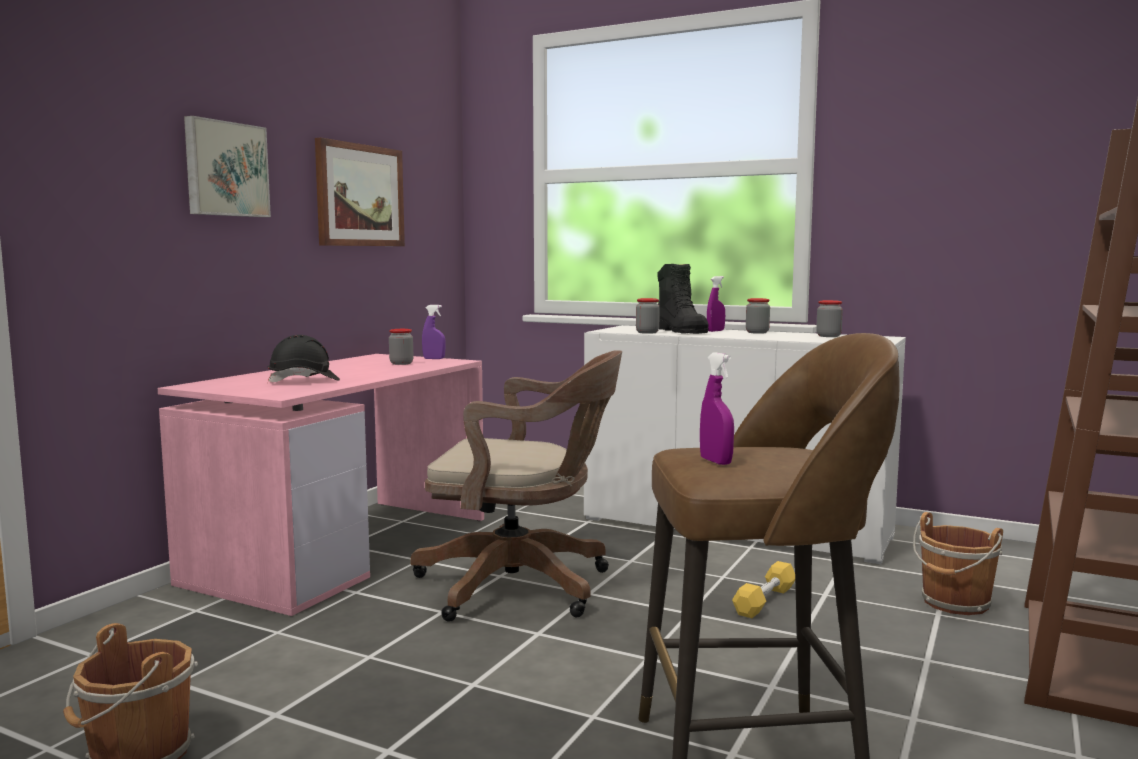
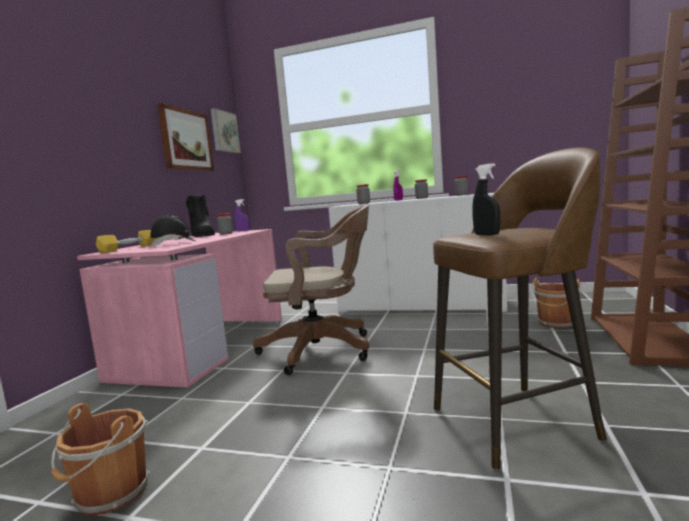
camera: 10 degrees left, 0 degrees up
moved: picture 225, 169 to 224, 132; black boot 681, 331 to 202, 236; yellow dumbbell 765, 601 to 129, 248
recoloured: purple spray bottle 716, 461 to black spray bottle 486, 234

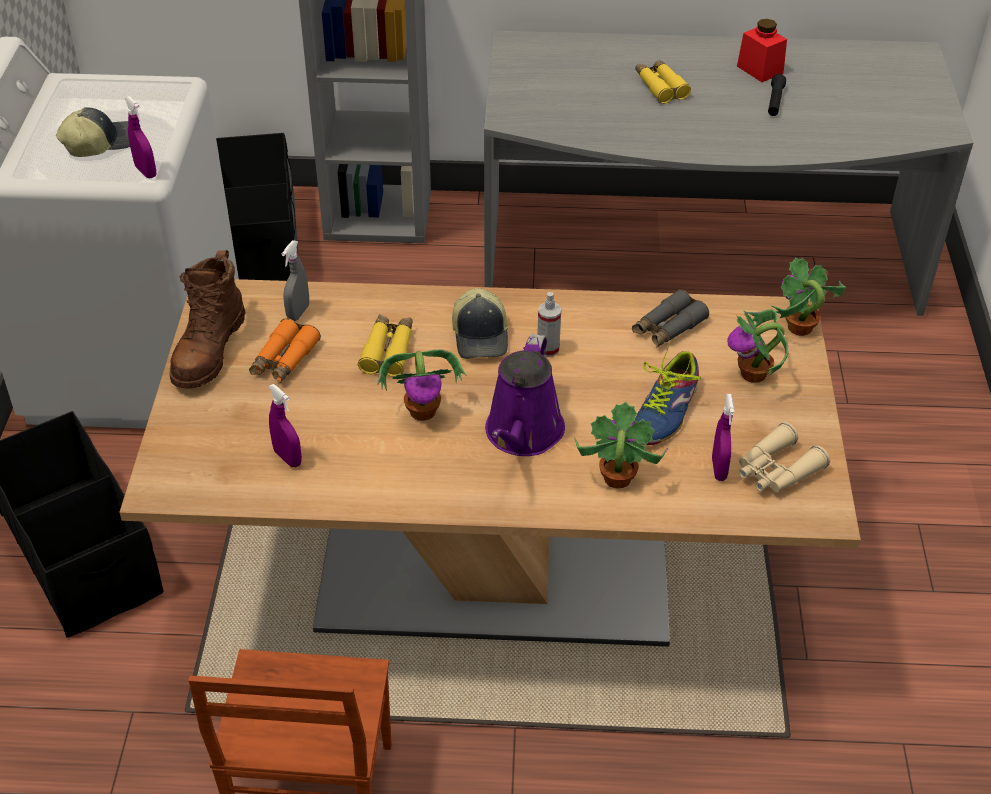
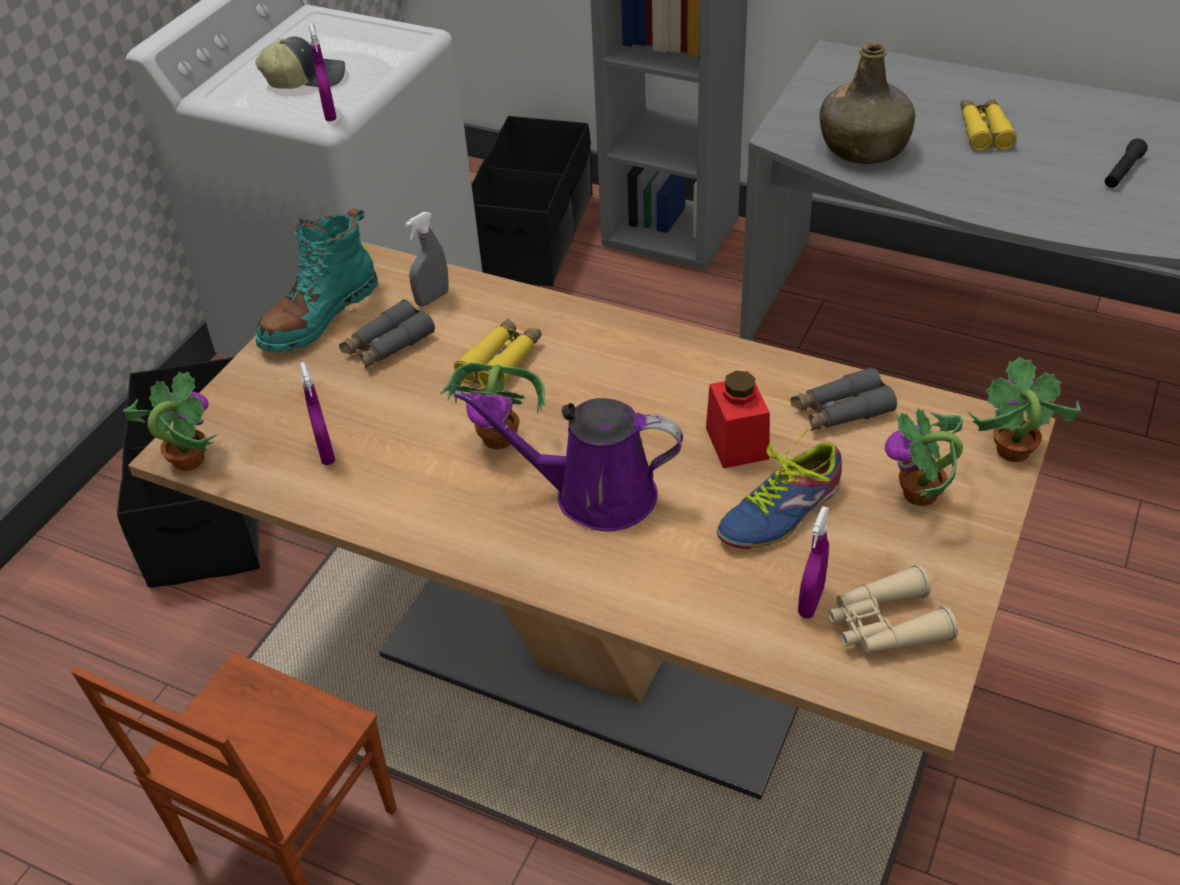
camera: 25 degrees right, 0 degrees up
removed: cap 481, 336; spray bottle 548, 349
added: green bottle 864, 147
moved: red jar 760, 69 to 737, 443; potted plant 616, 478 to 187, 459
recoloured: brown boot 209, 349 to turquoise boot 319, 316; orange binoculars 284, 360 to grey binoculars 387, 345
turned: purple watering can 522, 434 = 594, 494 60 degrees clockwise

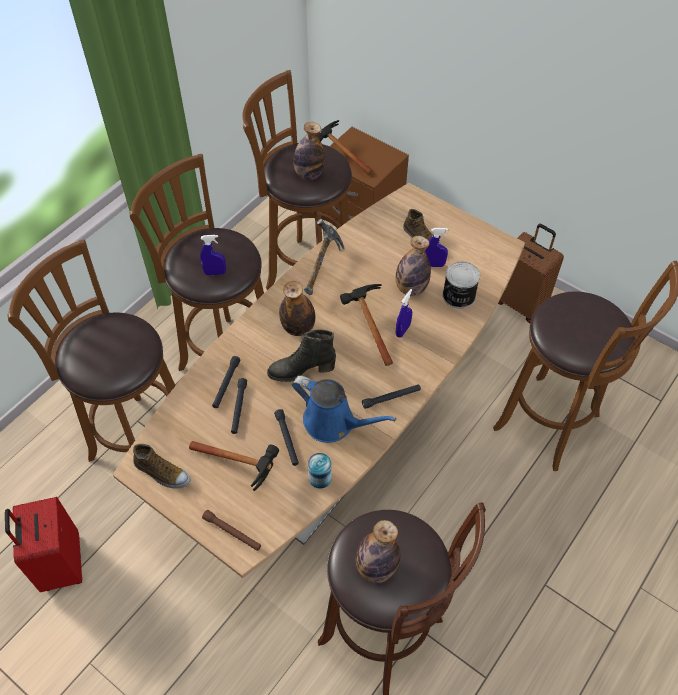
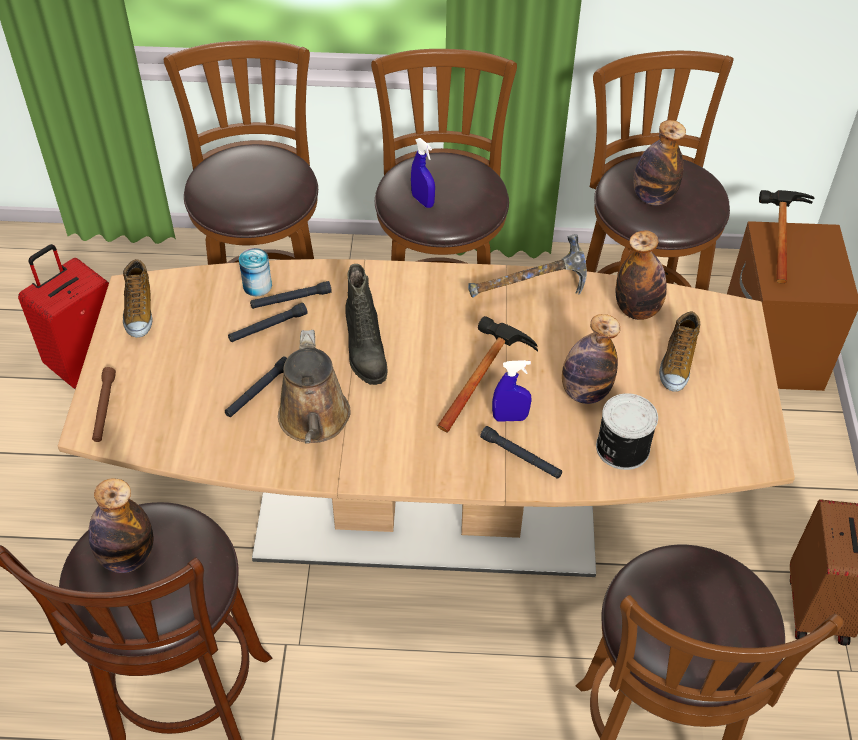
camera: 55 degrees right, 5 degrees down
removed: blue spray bottle 434, 265; hammer 243, 467
moved: bottle 298, 328 to 637, 310; black flashlight 391, 398 to 521, 457; can 320, 477 to 257, 286
recoloured: blue watering can 333, 423 to brown watering can 314, 421
turned: black boot 301, 370 = 364, 353 150 degrees counterclockwise

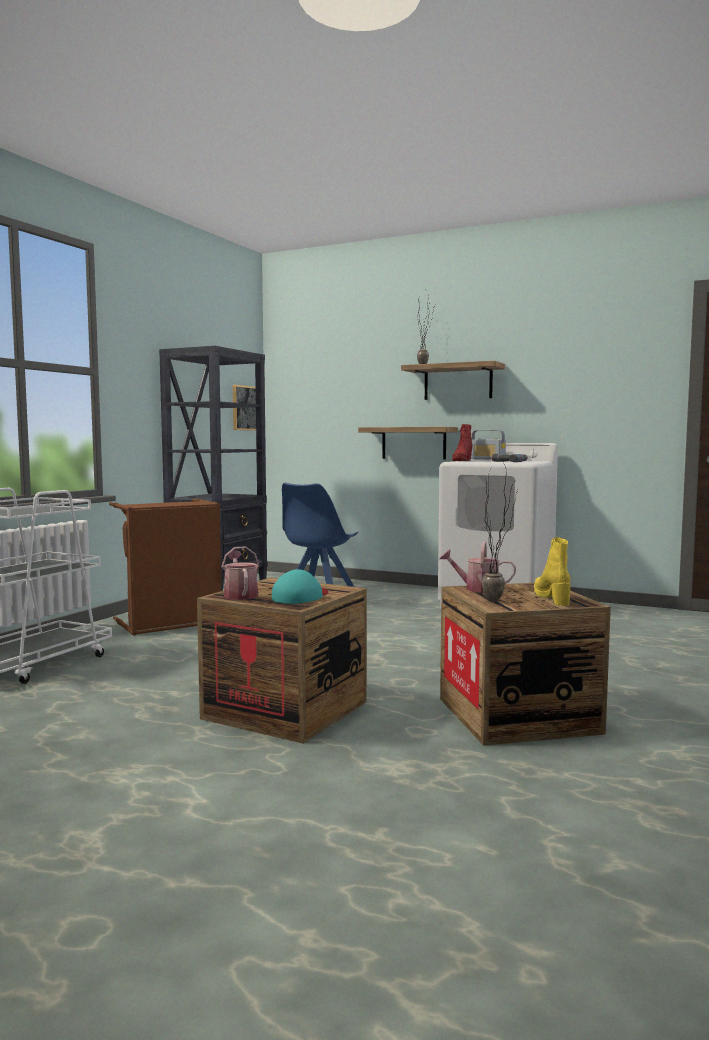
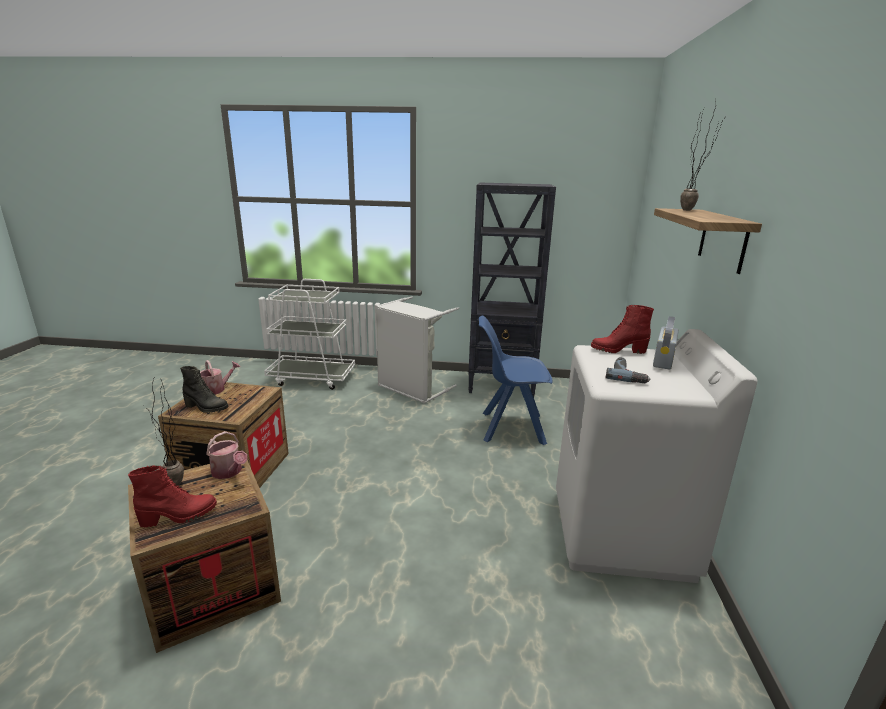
camera: 70 degrees right, 15 degrees up
removed: picture 245, 408; shelf 413, 443
replaced: turquoise cap 301, 597 to black boot 206, 408
recoloured: brown laundry basket 170, 624 to grey laundry basket 411, 389; yellow boot 552, 598 to red boot 179, 516
turned: watering can 477, 589 = 229, 472 135 degrees clockwise

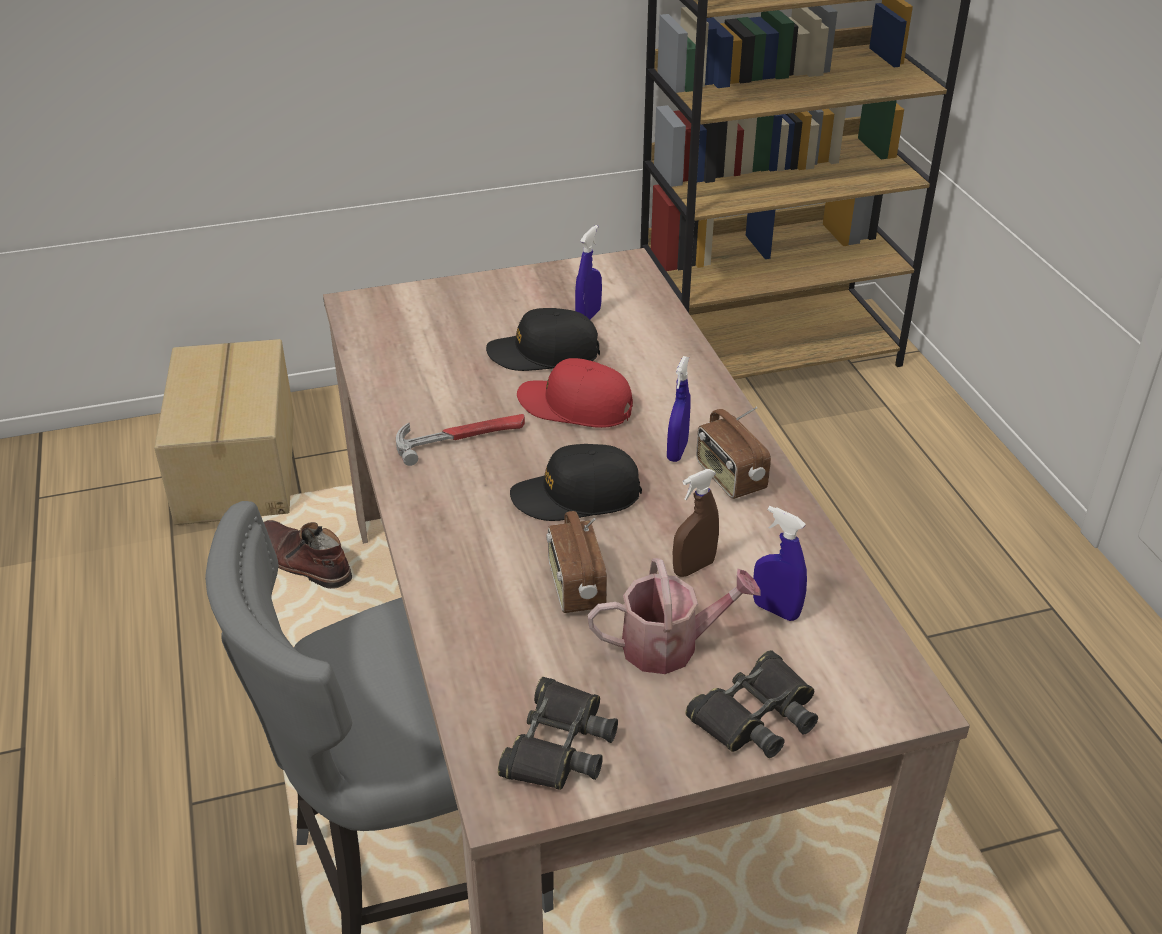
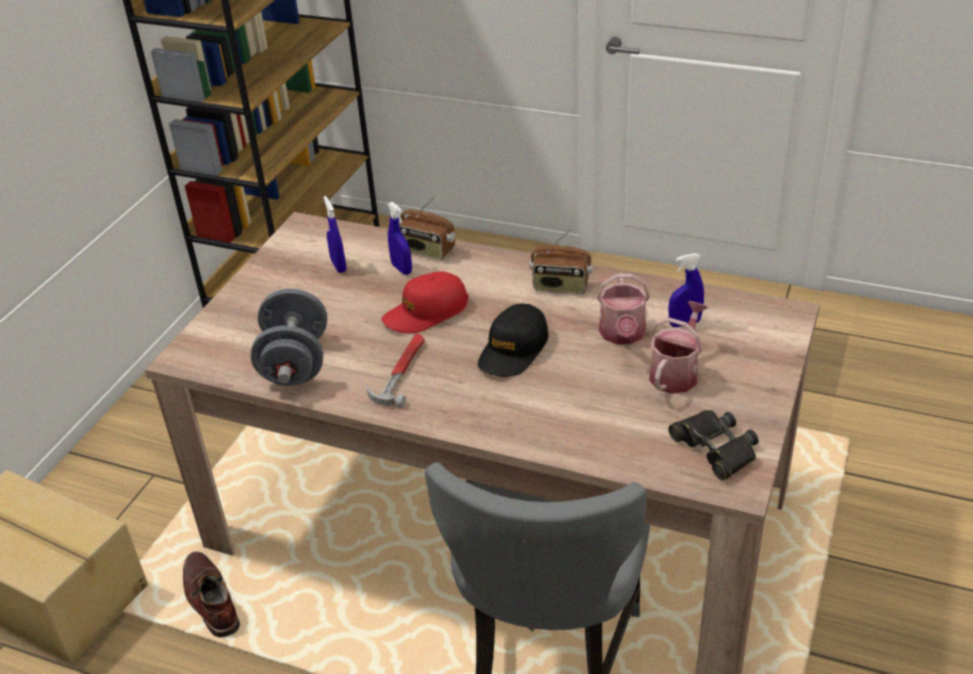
camera: 50 degrees left, 0 degrees up
removed: black cap 544, 354; black binoculars 755, 715
added: grey dumbbell 295, 363
moved: blue spray bottle 677, 451 to 401, 269; radio 575, 587 to 427, 251
replaced: brown spray bottle 693, 567 to watering can 622, 335
turned: brown boot 303, 562 = 210, 600 75 degrees clockwise

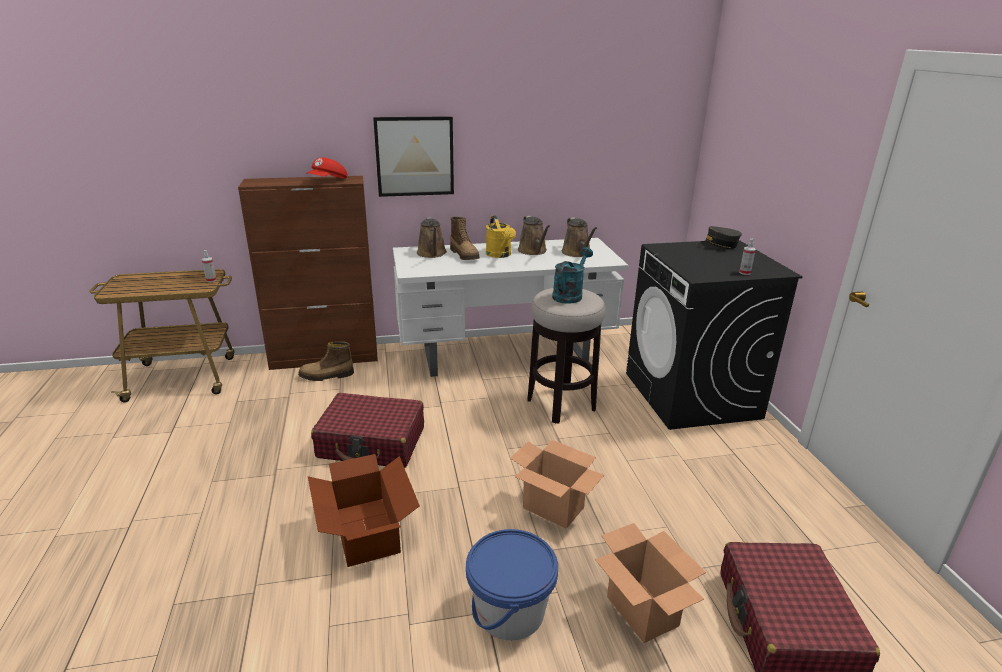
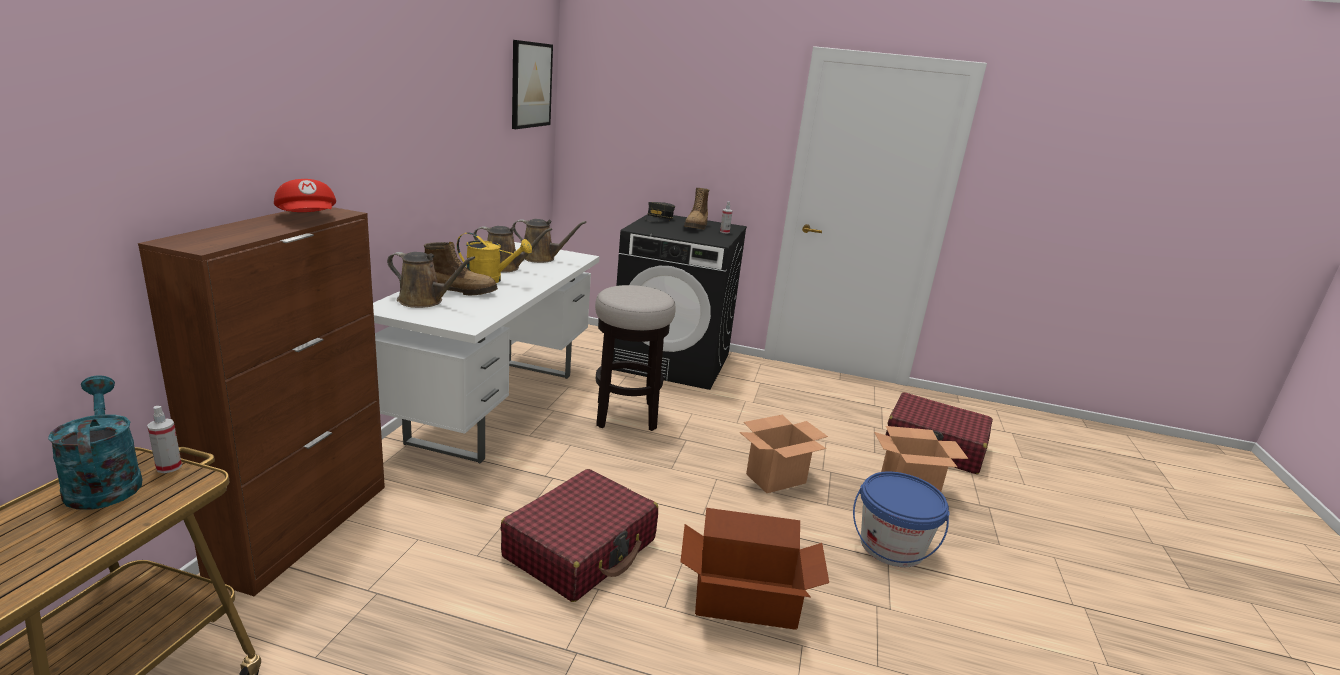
camera: 65 degrees left, 5 degrees down
moved: picture 414, 156 to 531, 85; turquoise watering can 569, 295 to 104, 482; boot 326, 376 to 696, 226

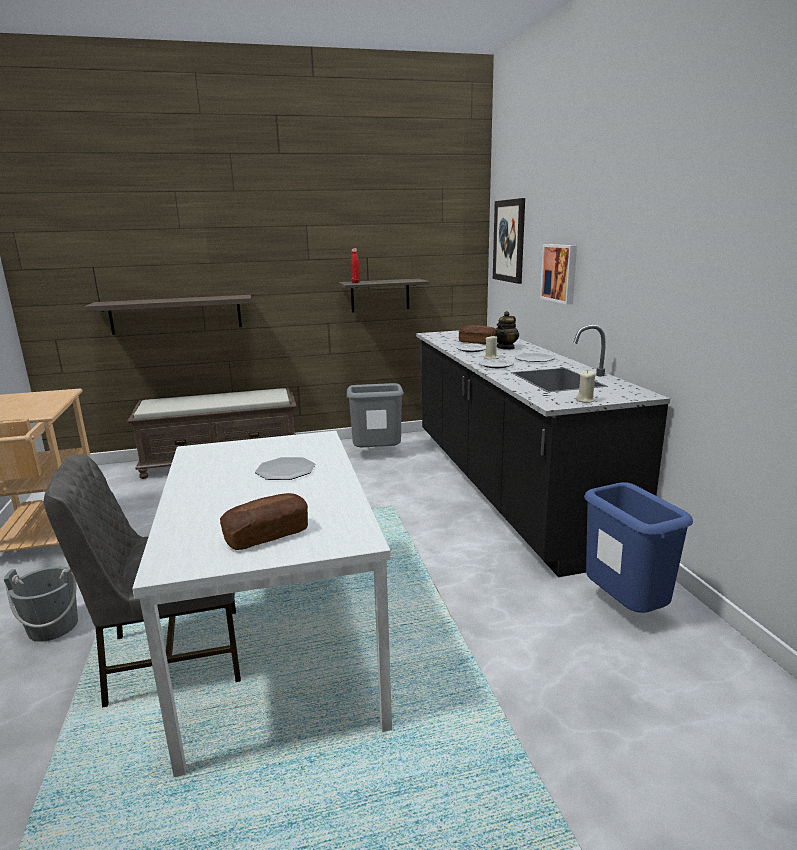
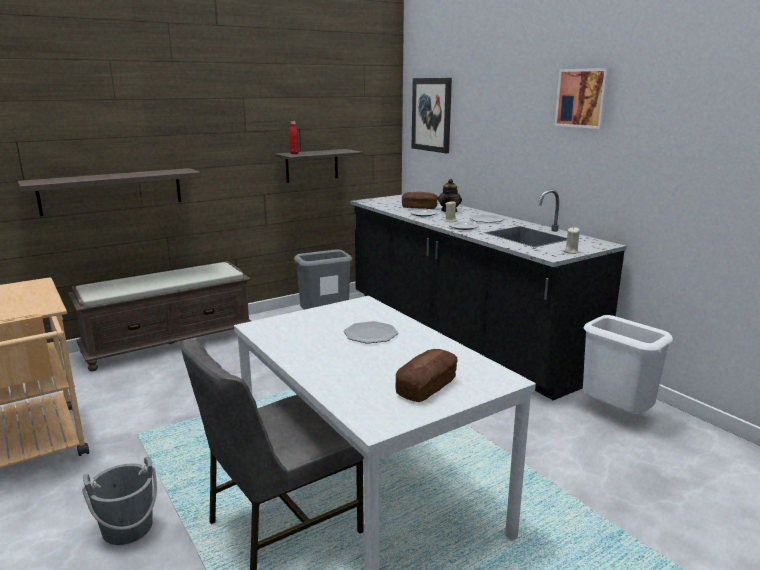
camera: 20 degrees left, 0 degrees up
moved: picture 560, 273 to 583, 98
recoloured: blue trash can 625, 609 to white trash can 616, 415

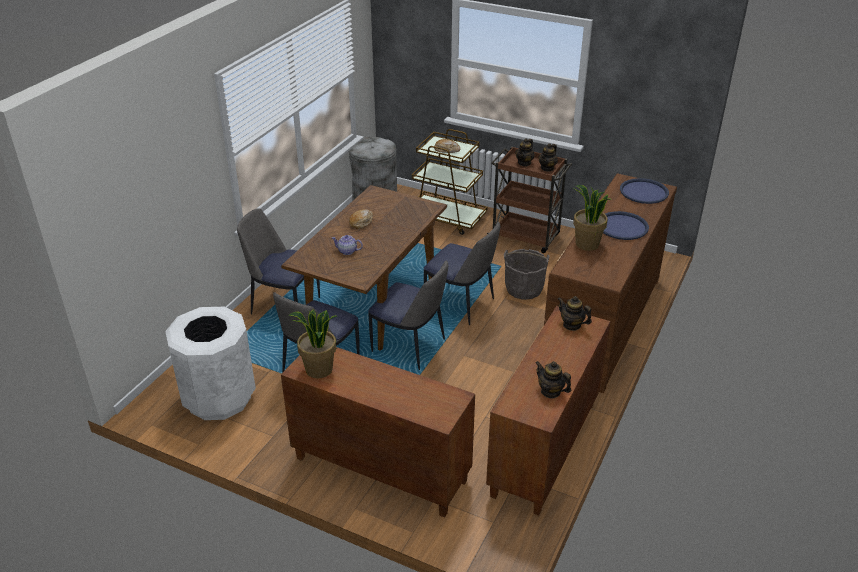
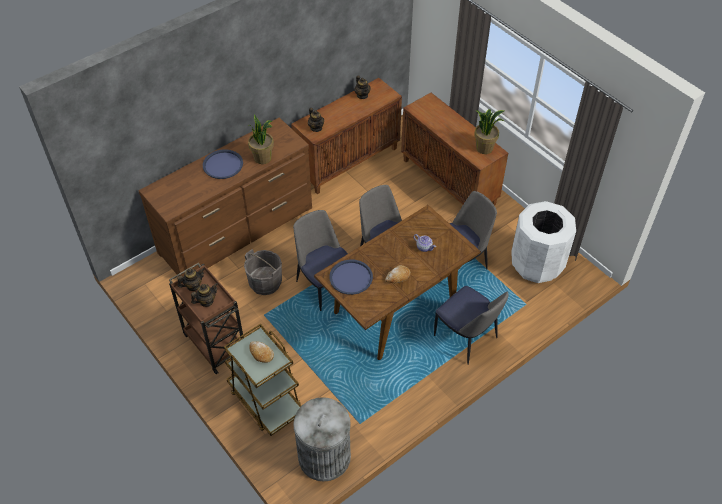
camera: 155 degrees left, 15 degrees up
moved: blue tray 644, 192 to 351, 277

